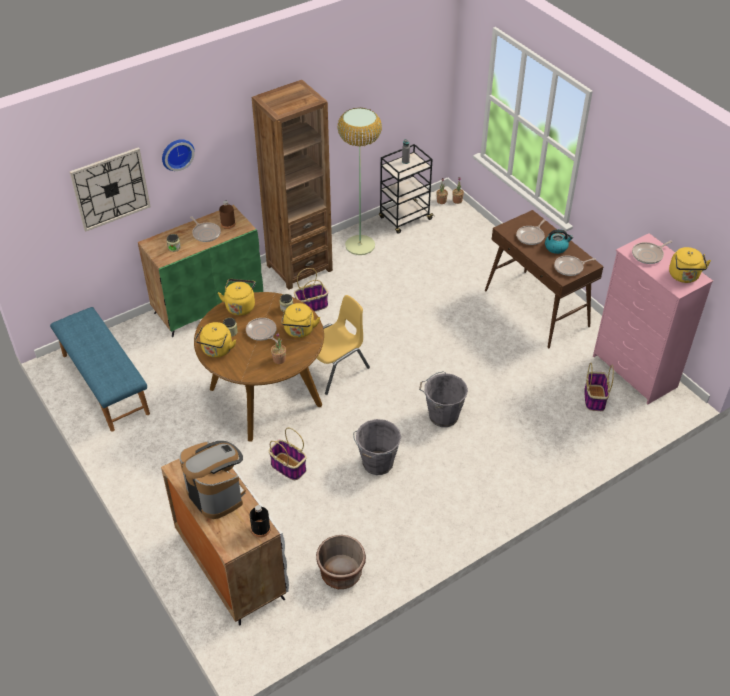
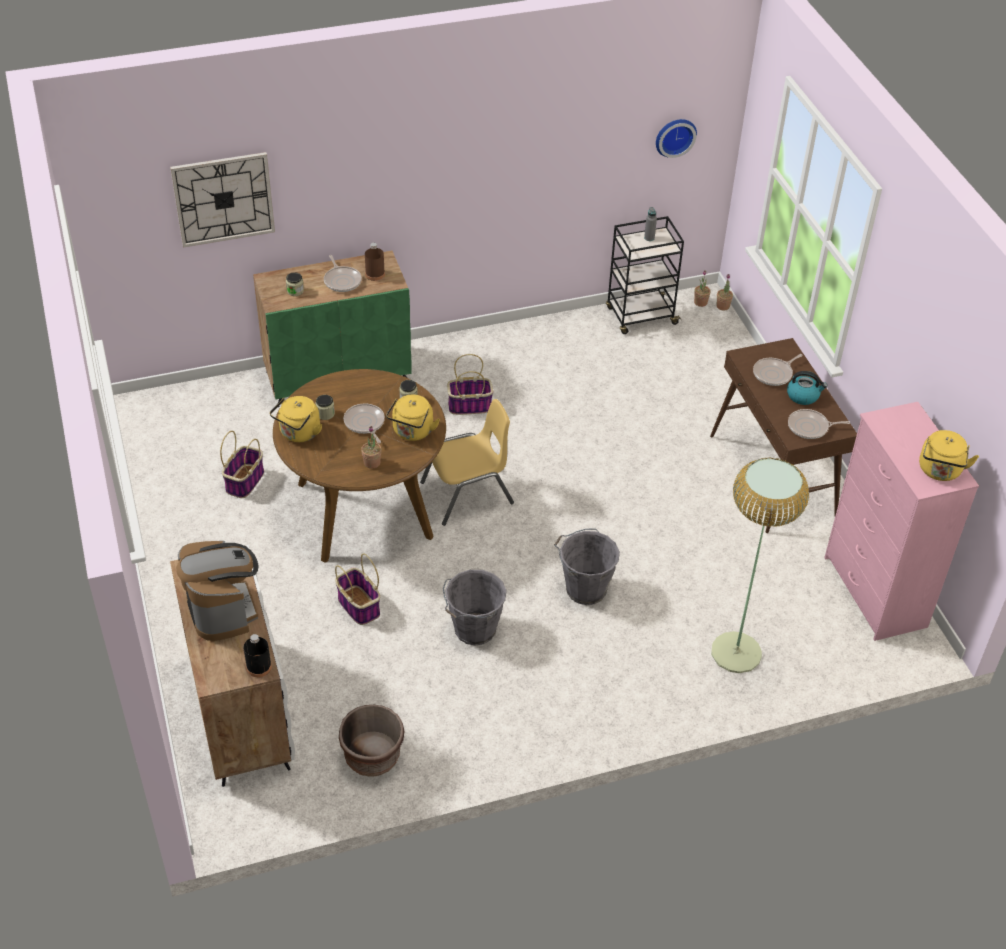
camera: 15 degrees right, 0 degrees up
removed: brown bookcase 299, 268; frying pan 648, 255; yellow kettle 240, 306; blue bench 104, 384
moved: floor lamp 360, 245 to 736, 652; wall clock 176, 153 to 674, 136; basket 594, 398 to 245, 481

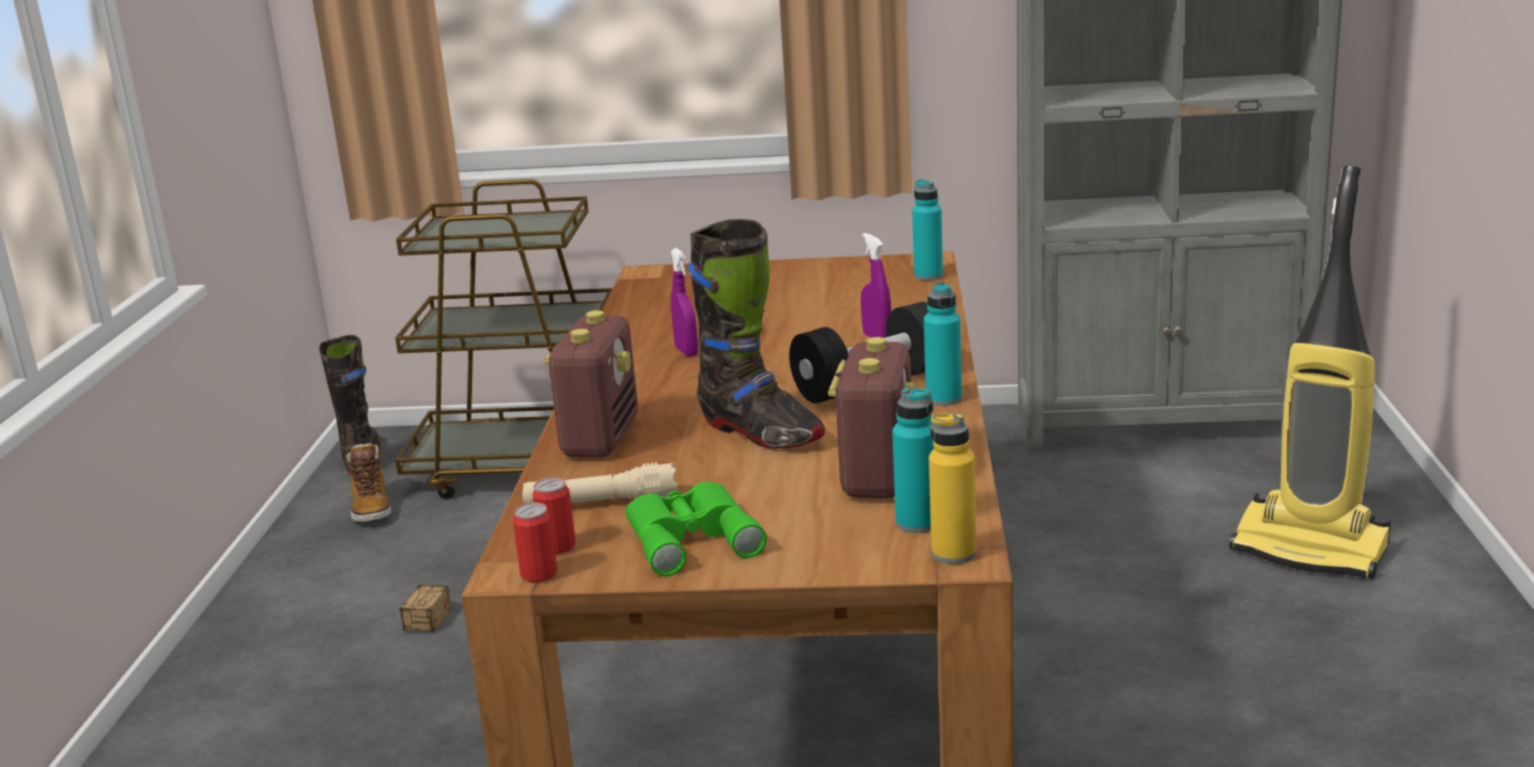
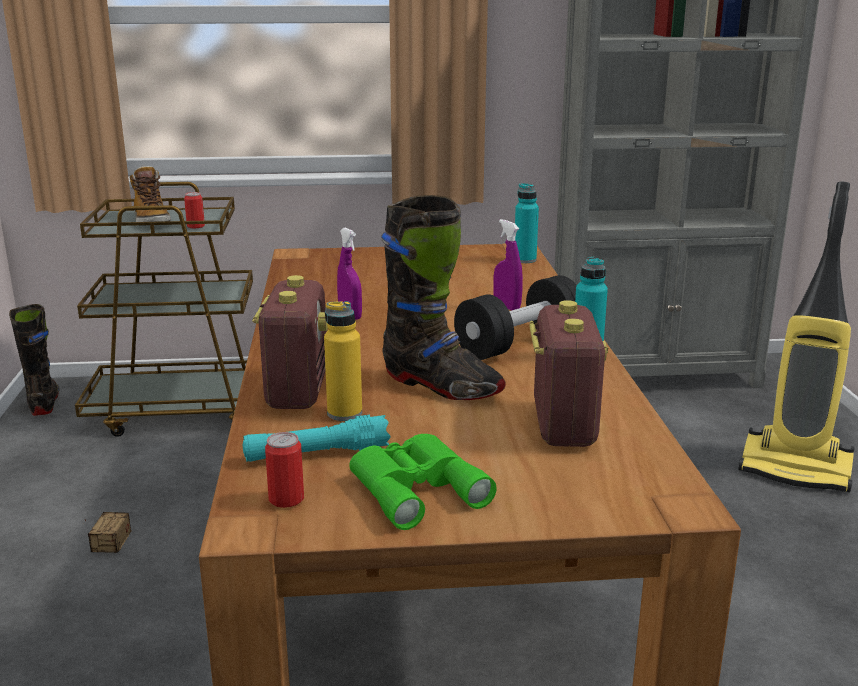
camera: 10 degrees left, 0 degrees up
removed: turquoise bottle 917, 523
moved: yellow bottle 953, 553 to 344, 413; boot 371, 508 to 151, 221; can 539, 573 to 196, 226
recoloured: beige flashlight 601, 503 to turquoise flashlight 317, 454

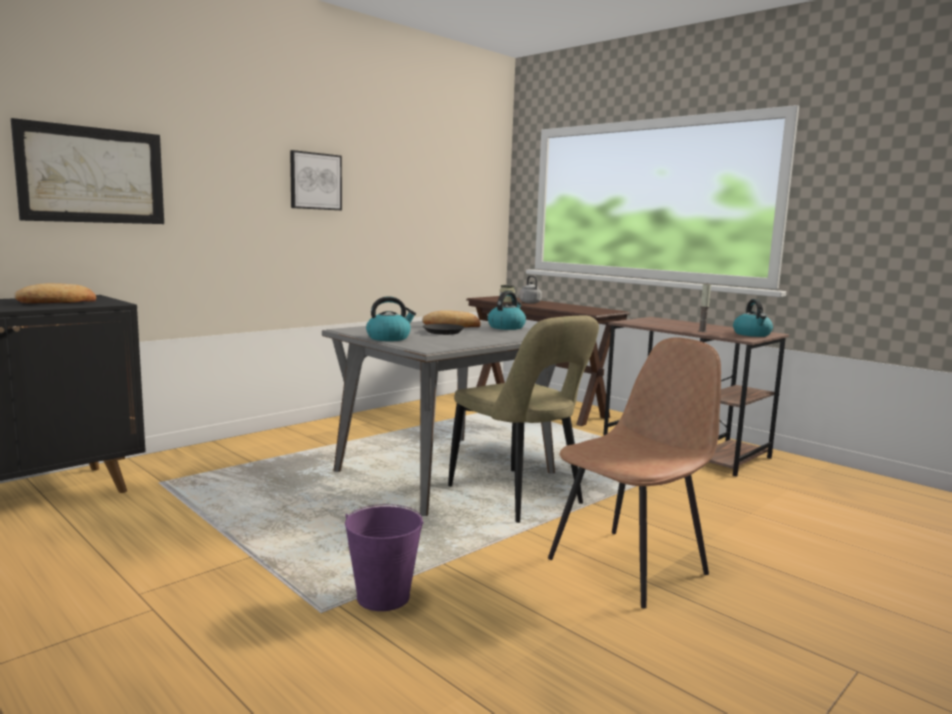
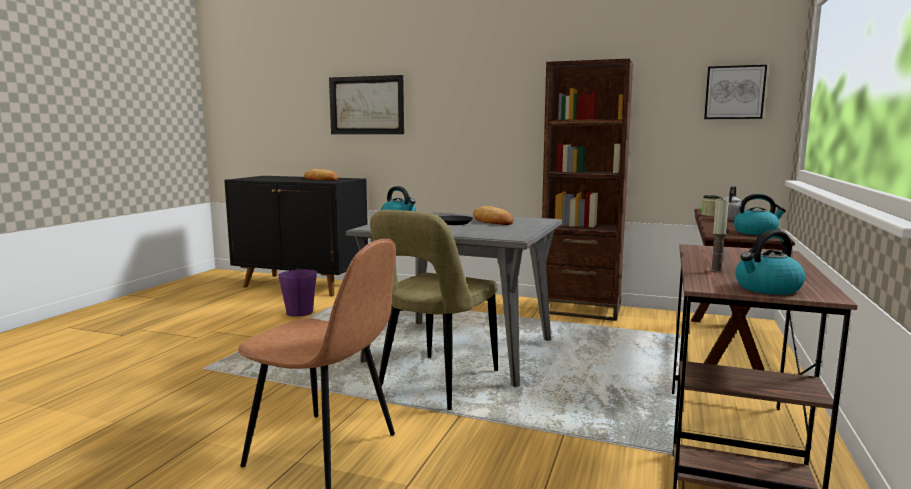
camera: 65 degrees right, 0 degrees up
added: brown bookcase 580, 309
moved: picture 315, 181 to 734, 92; kettle 506, 327 to 756, 232; purple bucket 383, 597 to 299, 312

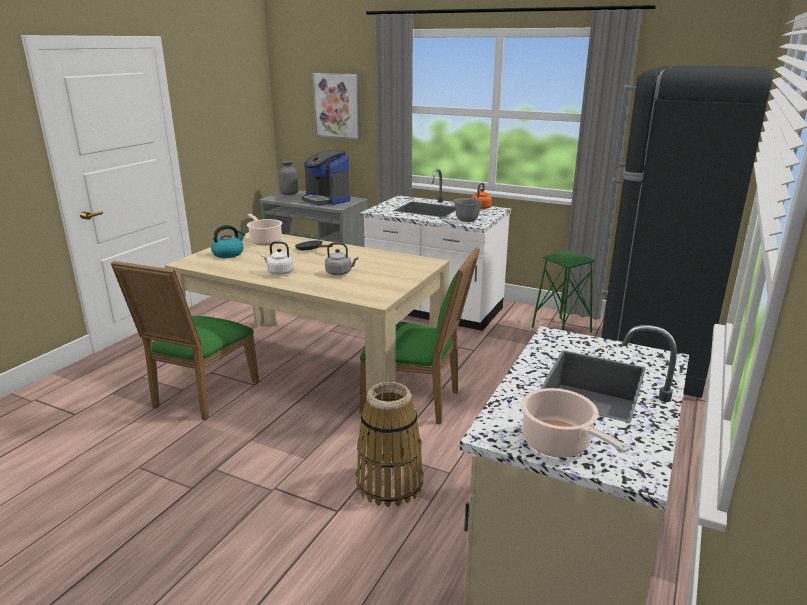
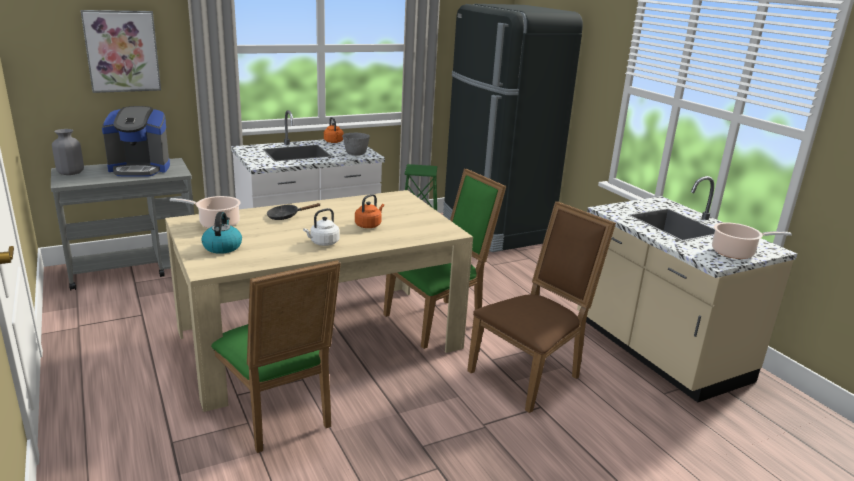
camera: 55 degrees left, 0 degrees up
replaced: basket 389, 484 to brown chair 530, 374
recoloured: grey kettle 340, 273 to orange kettle 369, 225

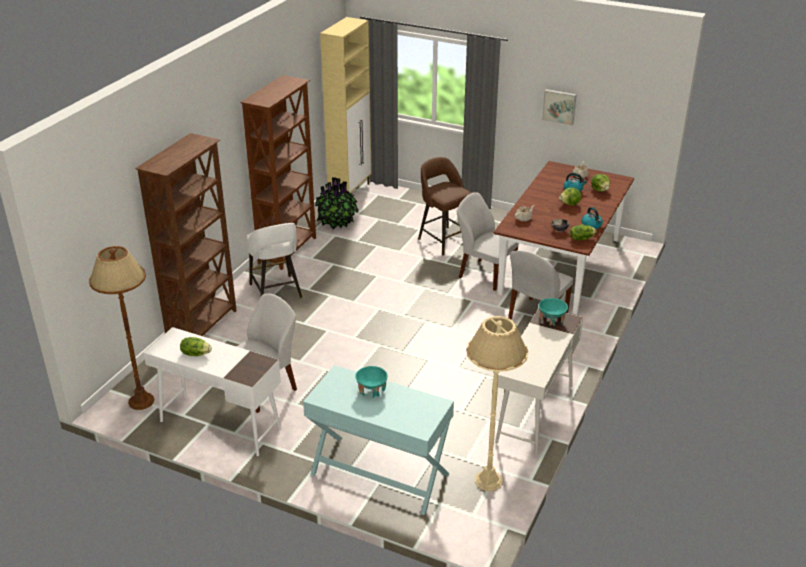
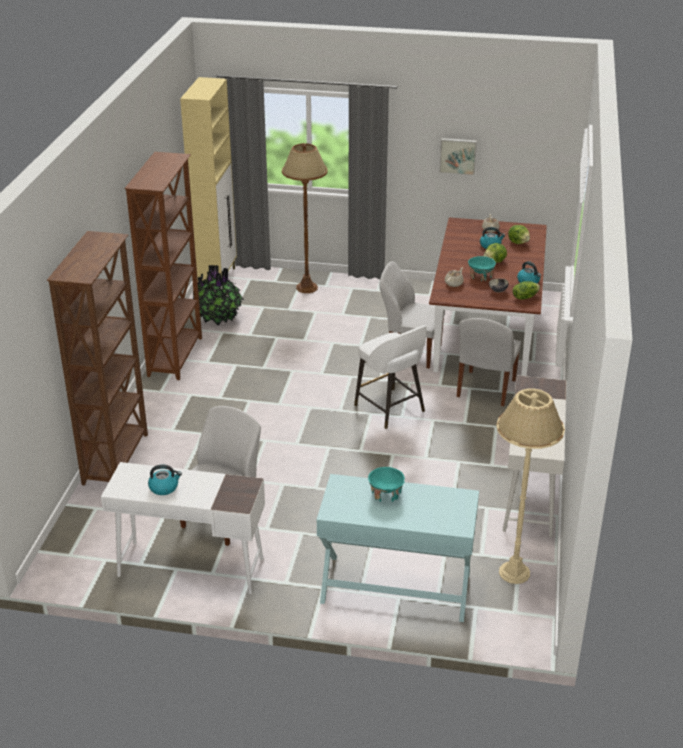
camera: 15 degrees left, 0 degrees up
removed: brown stool 444, 240
moved: white stool 276, 292 to 390, 409; brown floor lamp 141, 401 to 306, 288; turquoise bowl 551, 320 to 481, 276
replaced: lettuce 196, 353 to kettle 164, 487

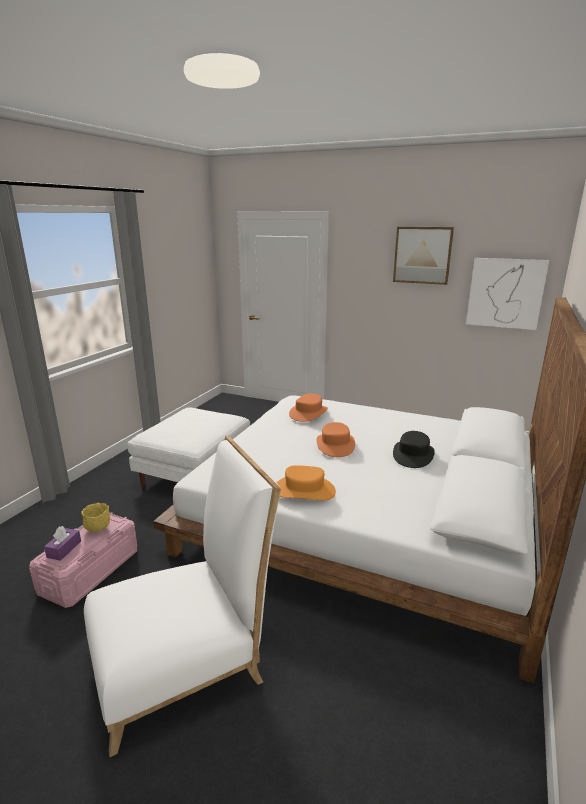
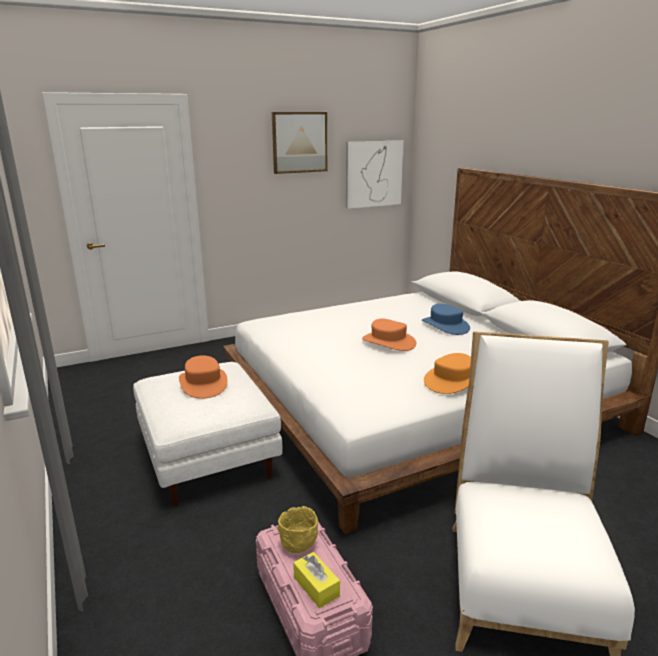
camera: 50 degrees left, 0 degrees up
moved: orange hat 308, 413 to 203, 383
recoloured: black hat 413, 455 to blue hat 445, 325; purple tissue box 64, 549 to yellow tissue box 316, 586

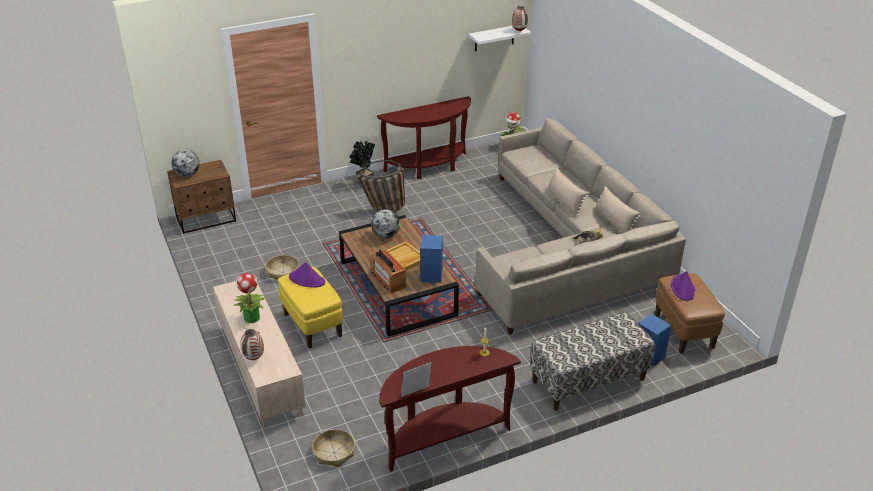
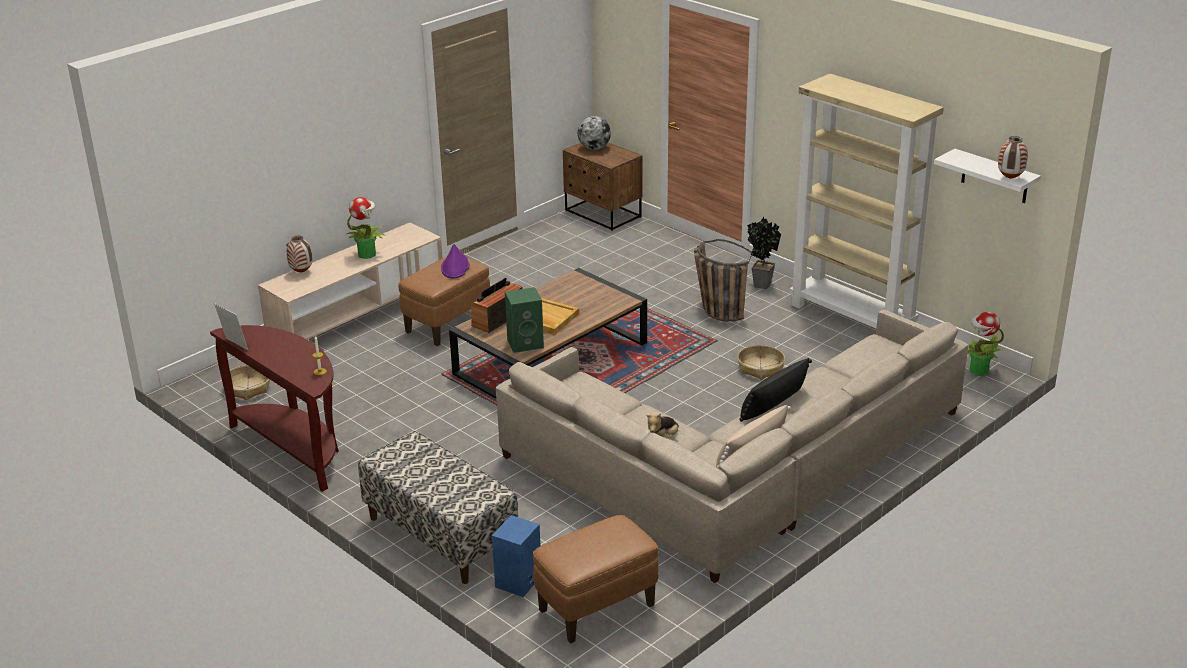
camera: 70 degrees right, 5 degrees down
removed: globe 386, 235; purple hat 683, 288
moved: basket 283, 272 to 760, 368
replaced: brown console table 429, 167 to beige bookcase 853, 318
recoloured: beige pillow 564, 202 to black pillow 773, 405; blue speaker 431, 274 to green speaker 526, 343; yellow ottoman 312, 325 to brown ottoman 447, 324

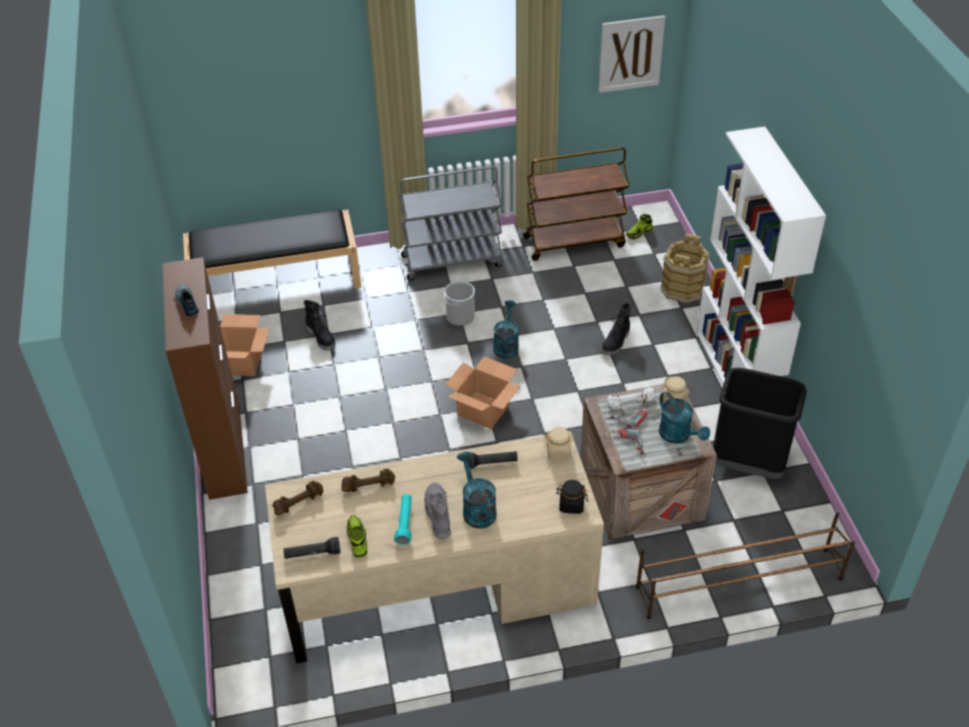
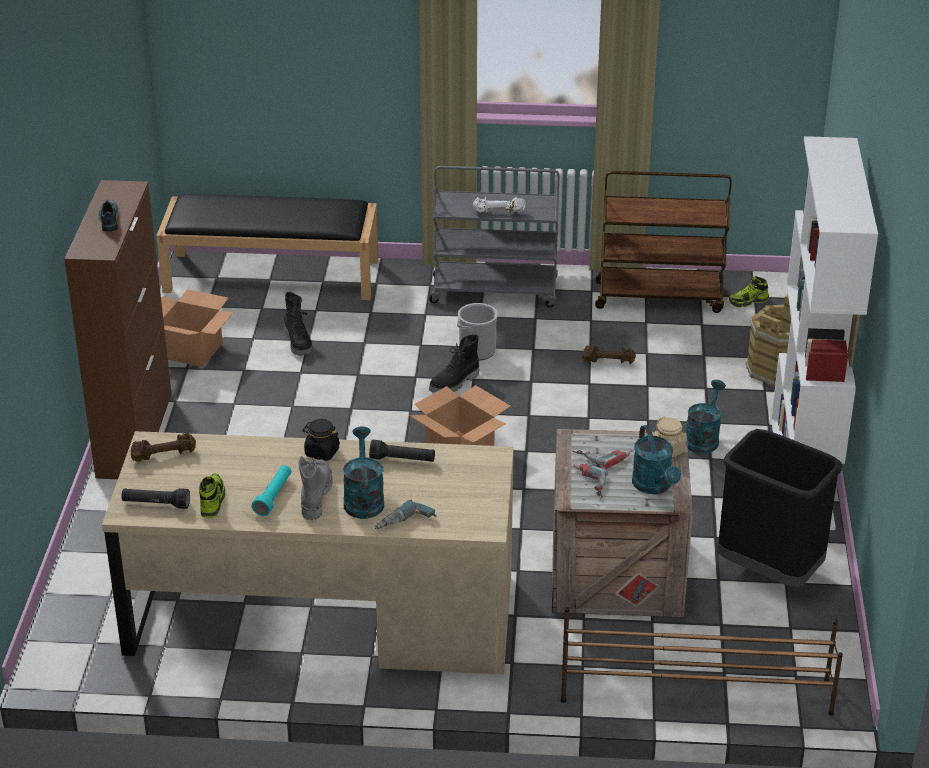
camera: 15 degrees right, 10 degrees down
removed: picture 630, 54; beige jar 558, 451
added: power drill 405, 525
moved: turquoise watering can 506, 345 to 703, 438; black boot 616, 342 to 455, 383; white dumbbell 631, 403 to 499, 212; brown dumbbell 368, 486 to 608, 361; black jar 571, 505 to 321, 452

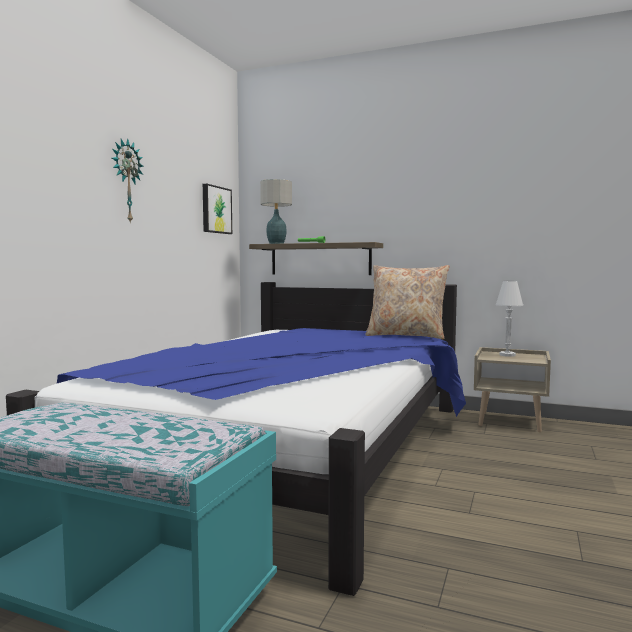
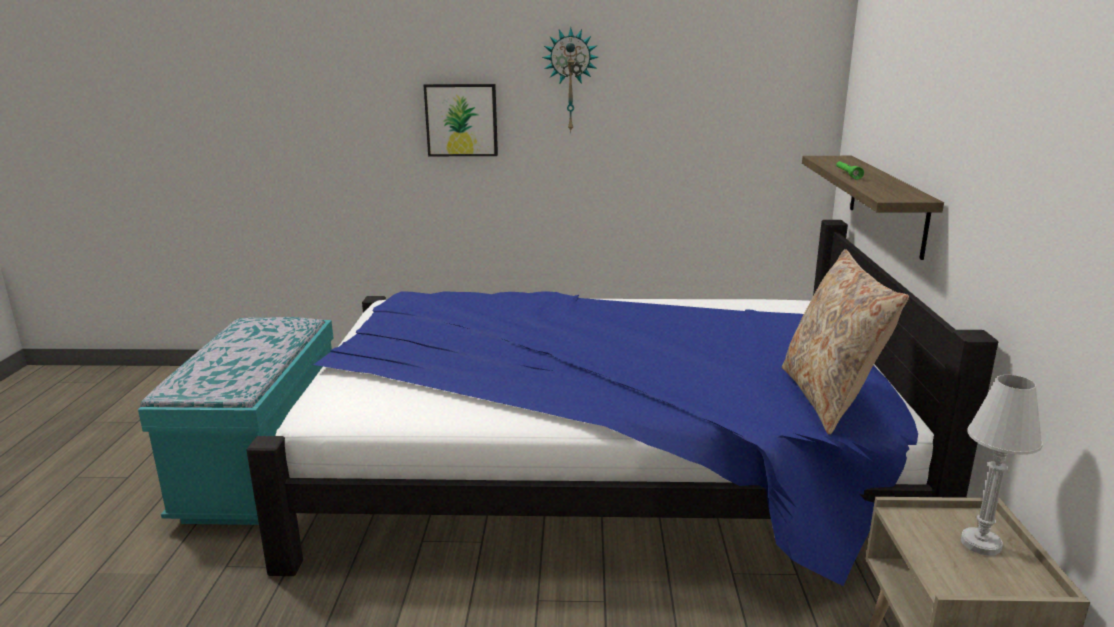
camera: 70 degrees right, 15 degrees up
removed: table lamp 277, 243
moved: picture 216, 210 to 461, 120

